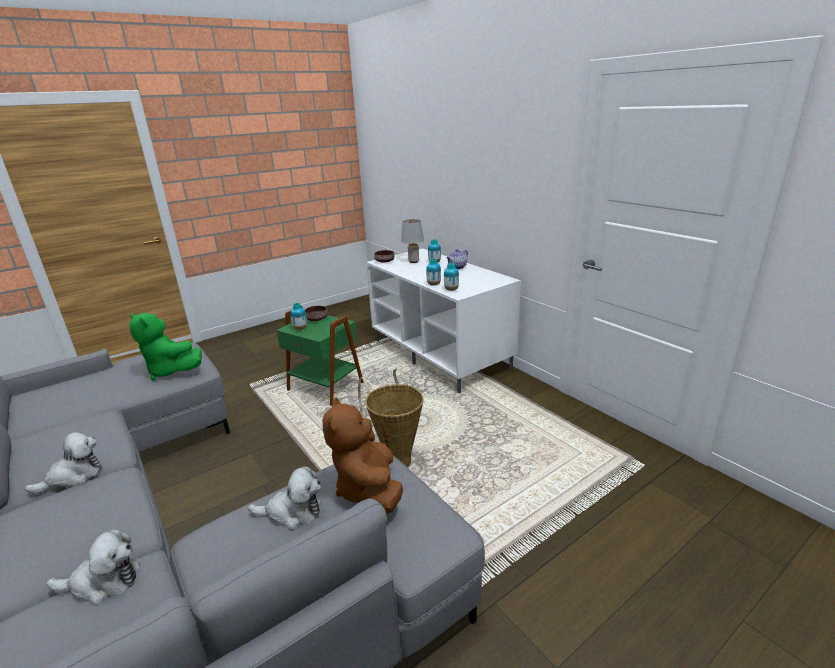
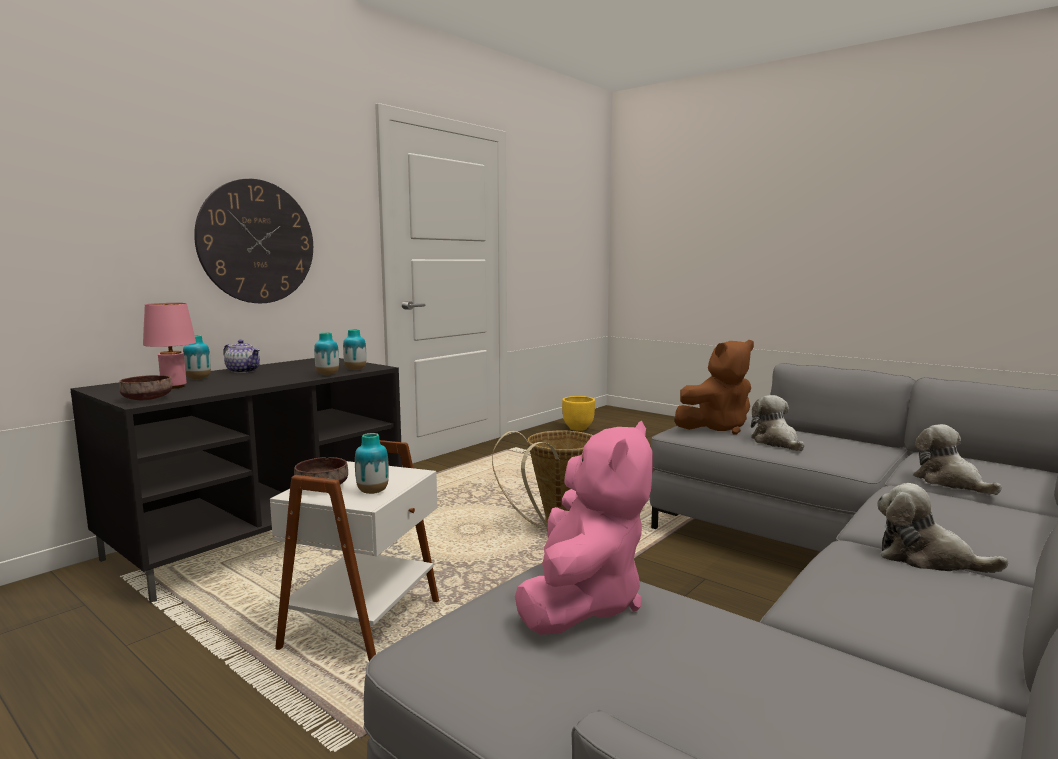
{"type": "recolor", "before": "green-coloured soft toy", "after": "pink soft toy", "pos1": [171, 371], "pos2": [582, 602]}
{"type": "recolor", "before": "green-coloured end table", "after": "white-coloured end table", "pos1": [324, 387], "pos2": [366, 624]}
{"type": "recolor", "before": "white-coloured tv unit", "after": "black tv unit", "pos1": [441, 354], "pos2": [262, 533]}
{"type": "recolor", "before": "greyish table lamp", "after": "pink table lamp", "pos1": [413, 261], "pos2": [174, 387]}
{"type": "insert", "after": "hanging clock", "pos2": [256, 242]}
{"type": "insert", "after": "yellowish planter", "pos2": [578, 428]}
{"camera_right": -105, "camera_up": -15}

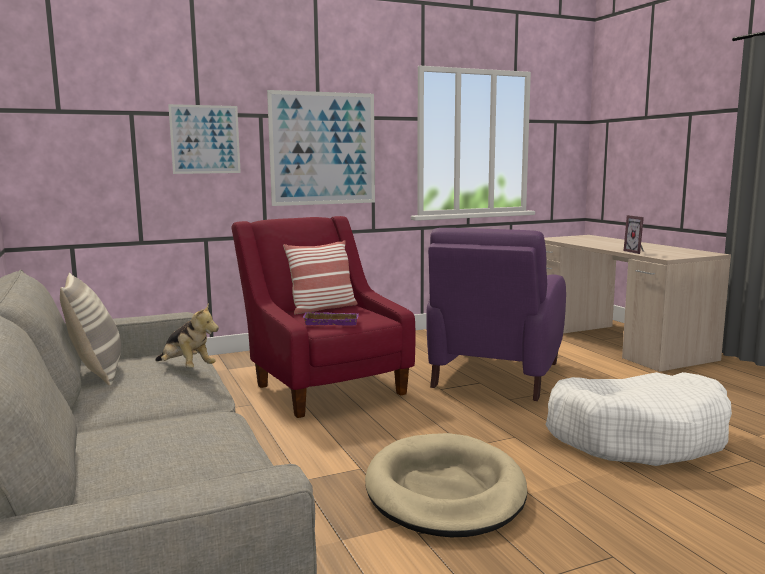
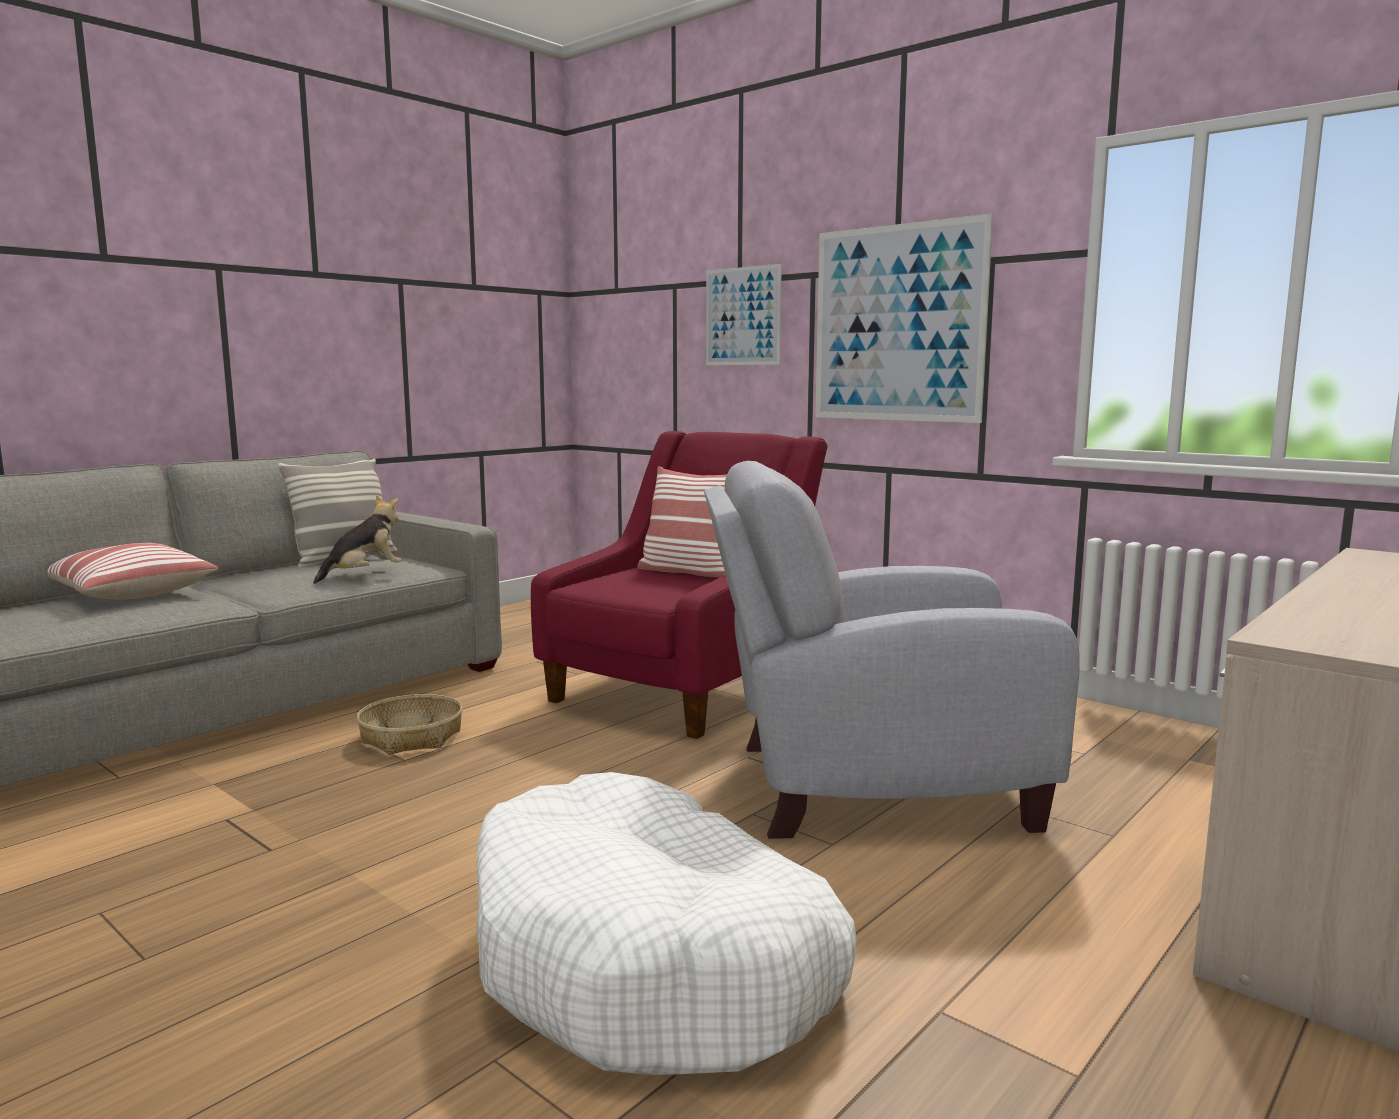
{"type": "rotate", "before": "soft toy", "pos1": [186, 368], "pos2": [363, 575], "turn": -150}
{"type": "delete", "before": "purple-coloured tray", "pos1": [332, 322]}
{"type": "delete", "before": "beige-coloured dog bed", "pos1": [445, 491]}
{"type": "recolor", "before": "purple-coloured lounge chair", "after": "greyish lounge chair", "pos1": [494, 376], "pos2": [869, 786]}
{"type": "delete", "before": "standing frame", "pos1": [637, 252]}
{"type": "insert", "after": "cushion", "pos2": [129, 593]}
{"type": "insert", "after": "basket", "pos2": [411, 737]}
{"camera_right": 65, "camera_up": 0}

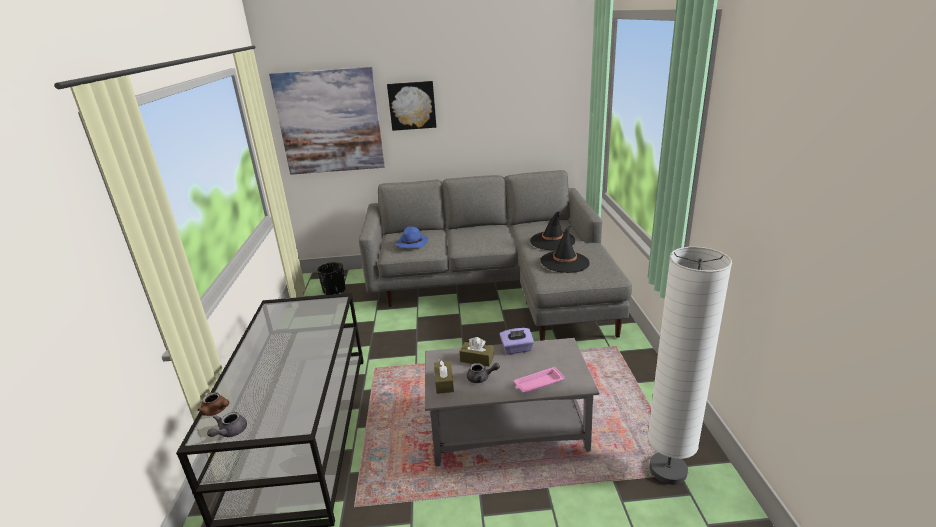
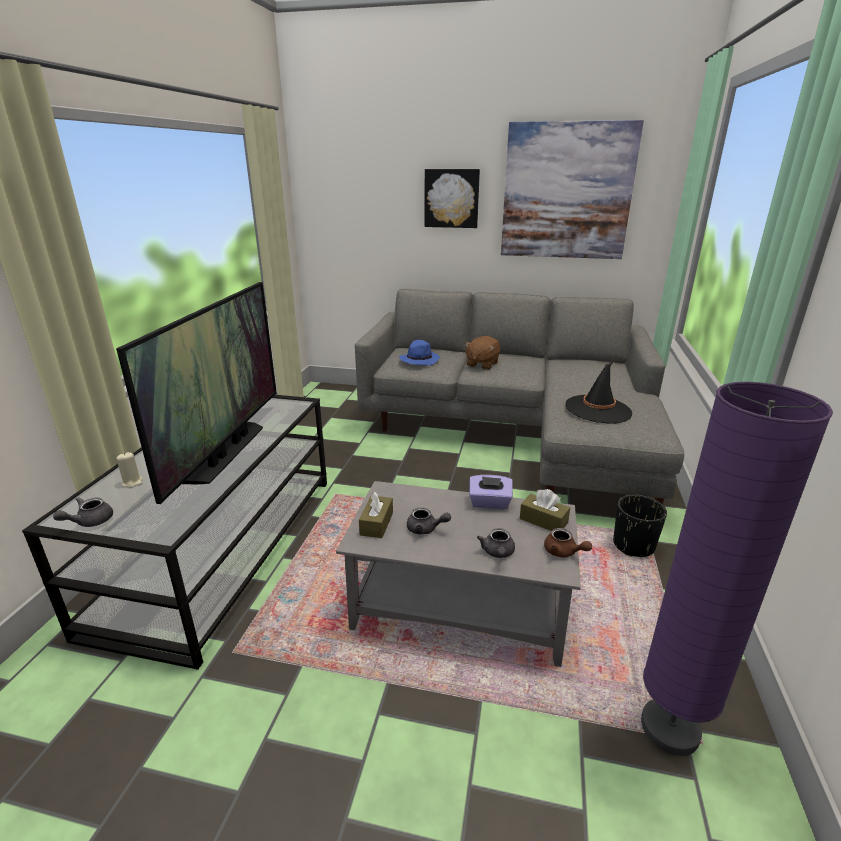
{"type": "move", "before": "brown-coloured pot for tea", "pos1": [217, 411], "pos2": [563, 552]}
{"type": "move", "before": "wall art", "pos1": [330, 122], "pos2": [566, 192]}
{"type": "move", "before": "black planter", "pos1": [334, 290], "pos2": [633, 545]}
{"type": "move", "before": "brown-coloured tissue holder", "pos1": [477, 359], "pos2": [543, 520]}
{"type": "replace", "before": "pink tray", "after": "greyish pot for tea", "pos1": [538, 383], "pos2": [498, 553]}
{"type": "delete", "before": "black hat", "pos1": [552, 241]}
{"type": "recolor", "before": "white-coloured standing lamp", "after": "purple-coloured standing lamp", "pos1": [668, 470], "pos2": [669, 729]}
{"type": "insert", "after": "television", "pos2": [227, 452]}
{"type": "insert", "after": "beige-coloured candle", "pos2": [132, 482]}
{"type": "insert", "after": "brown-coloured soft toy", "pos2": [481, 364]}
{"camera_right": 15, "camera_up": 0}

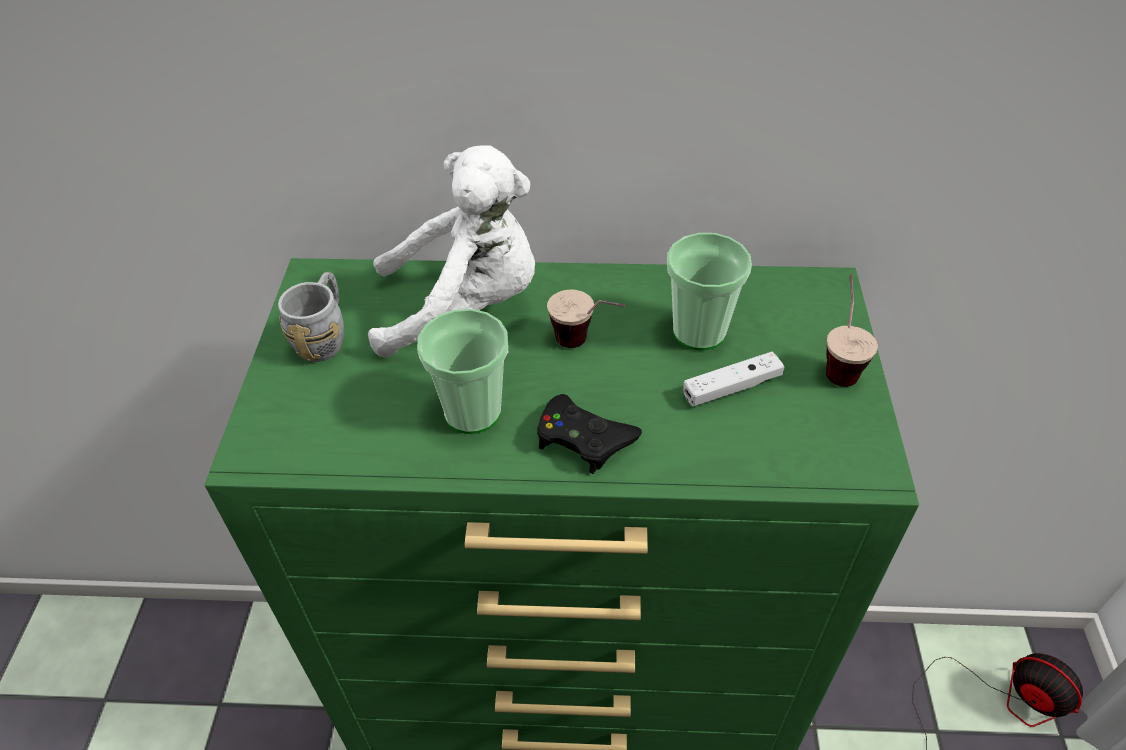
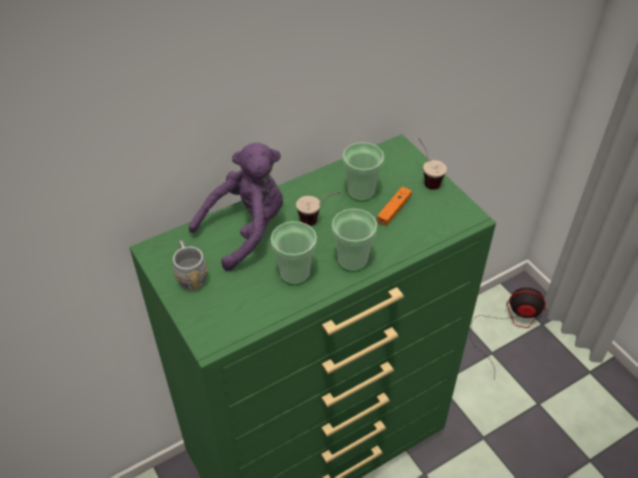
{"type": "recolor", "before": "white-coloured soft toy", "after": "purple-coloured soft toy", "pos1": [465, 308], "pos2": [246, 230]}
{"type": "replace", "before": "black gamepad", "after": "drinking cup", "pos1": [583, 438], "pos2": [352, 261]}
{"type": "recolor", "before": "white-coloured gamepad", "after": "orangey gamepad", "pos1": [731, 387], "pos2": [394, 210]}
{"camera_right": -35, "camera_up": 0}

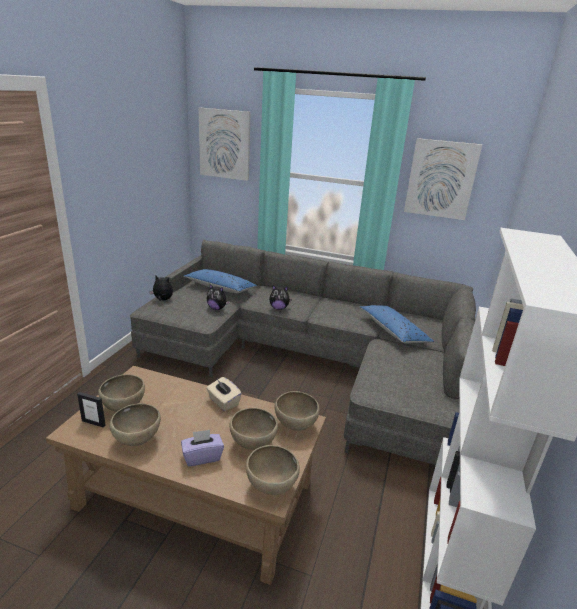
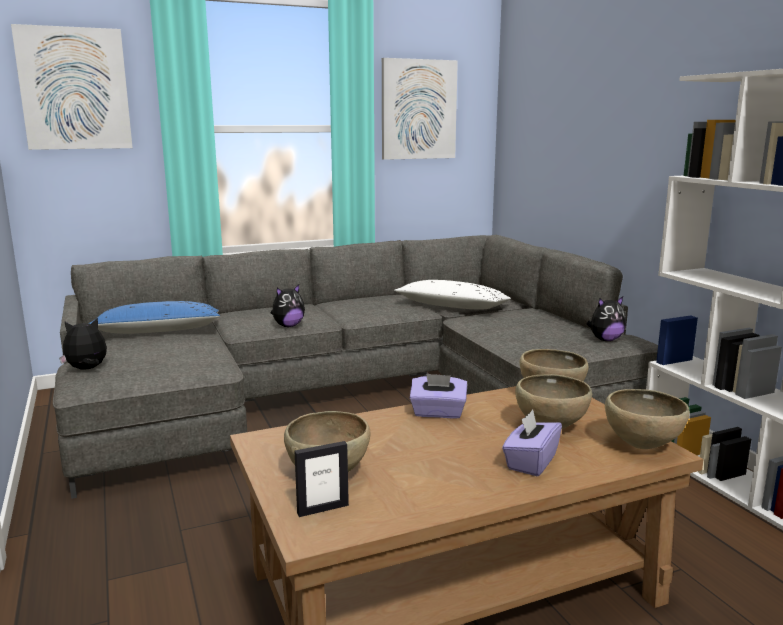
{"type": "delete", "before": "brown-coloured serving bowl", "pos1": [138, 440]}
{"type": "recolor", "before": "beige-coloured tissue holder", "after": "purple-coloured tissue holder", "pos1": [223, 402], "pos2": [438, 413]}
{"type": "move", "before": "soft toy", "pos1": [217, 308], "pos2": [605, 340]}
{"type": "recolor", "before": "bluish cushion", "after": "white-coloured cushion", "pos1": [393, 331], "pos2": [452, 307]}
{"camera_right": -40, "camera_up": -10}

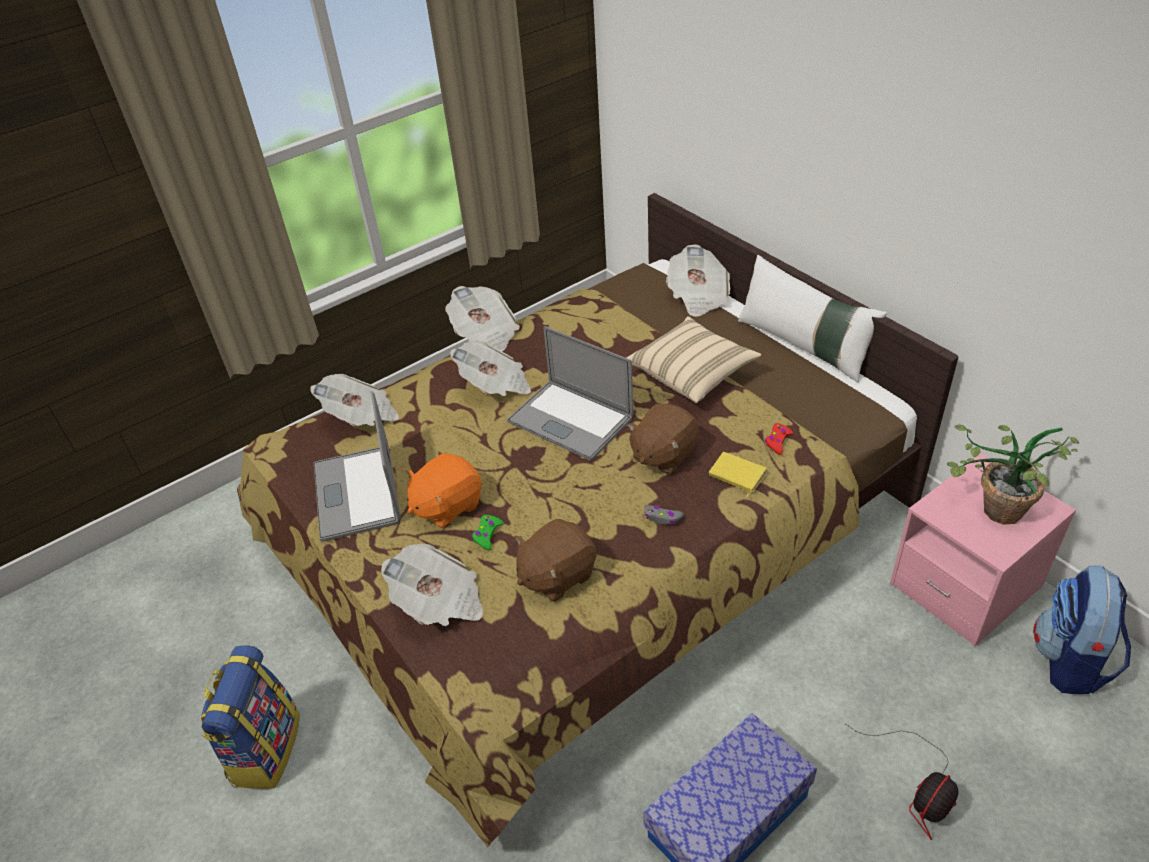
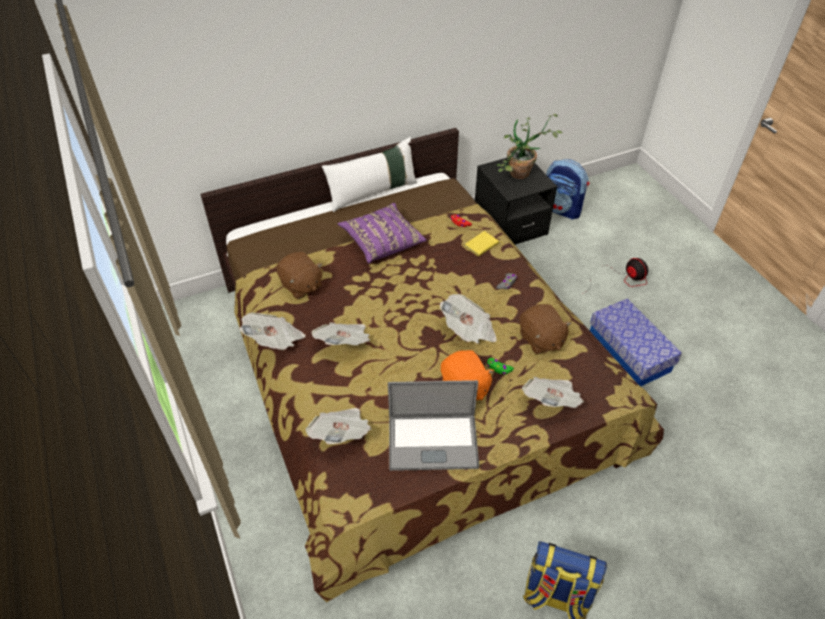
{"type": "delete", "before": "laptop", "pos1": [570, 420]}
{"type": "recolor", "before": "beige-coloured cushion", "after": "purple-coloured cushion", "pos1": [692, 373], "pos2": [382, 242]}
{"type": "move", "before": "brown-coloured soft toy", "pos1": [663, 454], "pos2": [301, 286]}
{"type": "move", "before": "newspaper", "pos1": [698, 296], "pos2": [468, 330]}
{"type": "recolor", "before": "pink bedside table", "after": "black bedside table", "pos1": [965, 585], "pos2": [509, 224]}
{"camera_right": -80, "camera_up": 5}

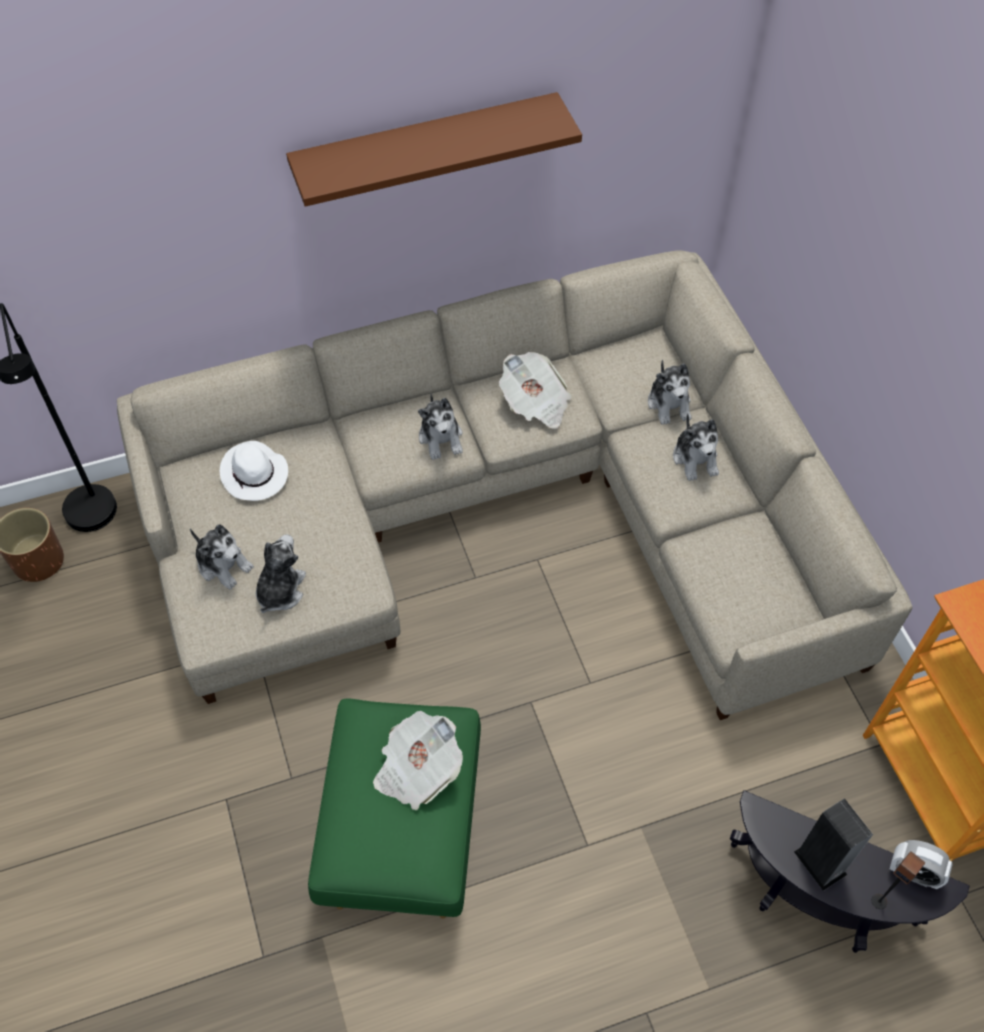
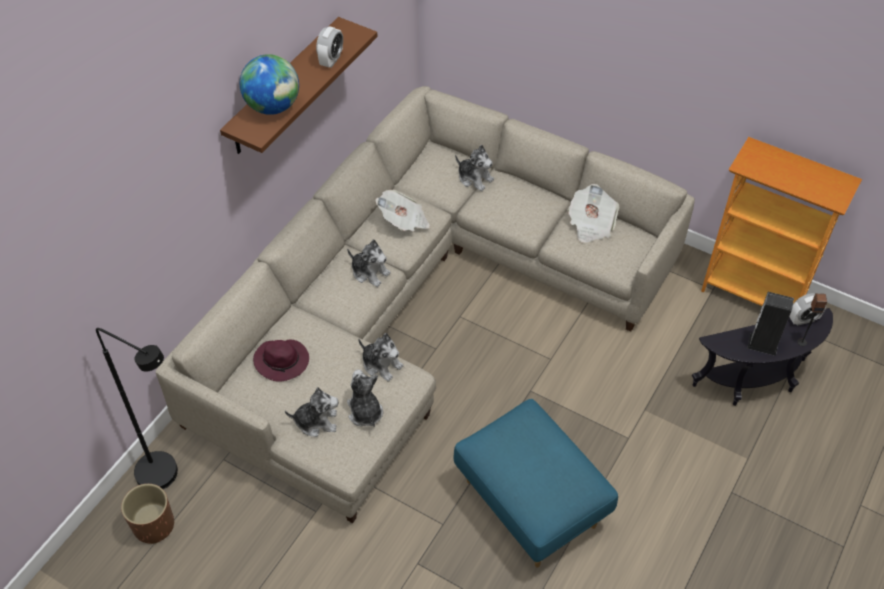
{"type": "recolor", "before": "white-coloured hat", "after": "purple-coloured hat", "pos1": [255, 475], "pos2": [282, 361]}
{"type": "recolor", "before": "green-coloured ottoman", "after": "bluish ottoman", "pos1": [404, 832], "pos2": [532, 503]}
{"type": "move", "before": "newspaper", "pos1": [417, 769], "pos2": [591, 224]}
{"type": "move", "before": "soft toy", "pos1": [695, 458], "pos2": [381, 364]}
{"type": "insert", "after": "desk globe", "pos2": [273, 107]}
{"type": "insert", "after": "bedside clock", "pos2": [331, 60]}
{"camera_right": -40, "camera_up": -5}

